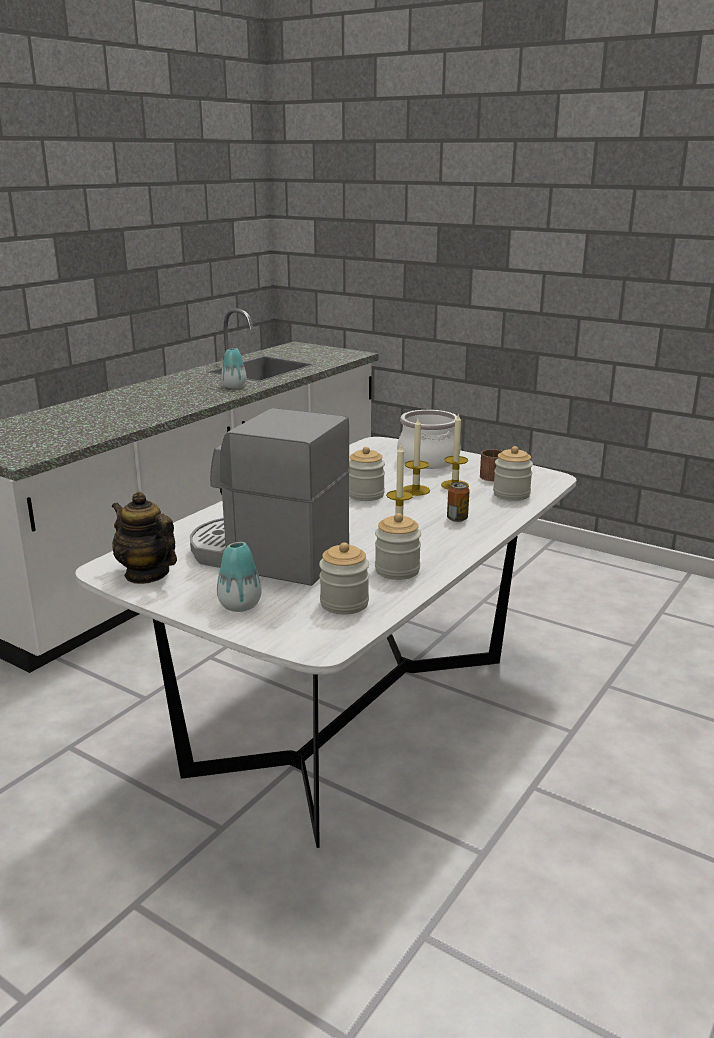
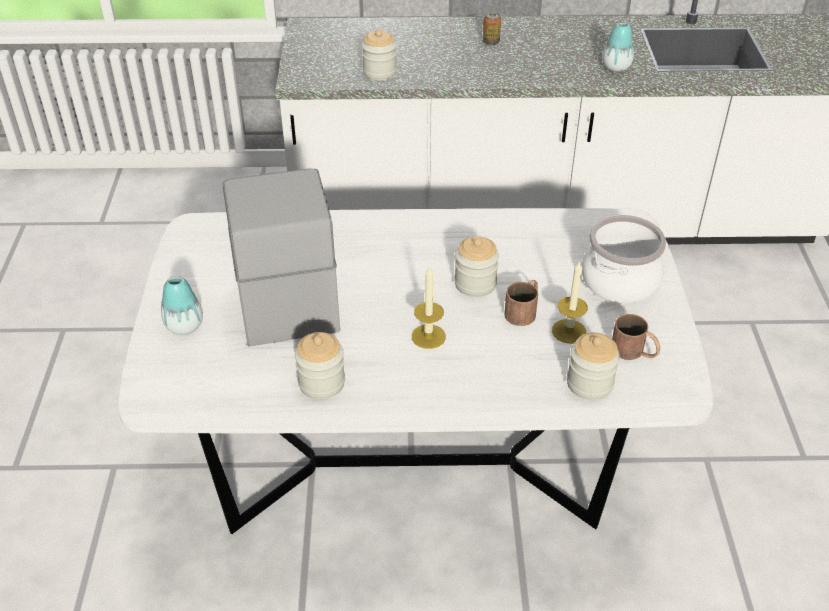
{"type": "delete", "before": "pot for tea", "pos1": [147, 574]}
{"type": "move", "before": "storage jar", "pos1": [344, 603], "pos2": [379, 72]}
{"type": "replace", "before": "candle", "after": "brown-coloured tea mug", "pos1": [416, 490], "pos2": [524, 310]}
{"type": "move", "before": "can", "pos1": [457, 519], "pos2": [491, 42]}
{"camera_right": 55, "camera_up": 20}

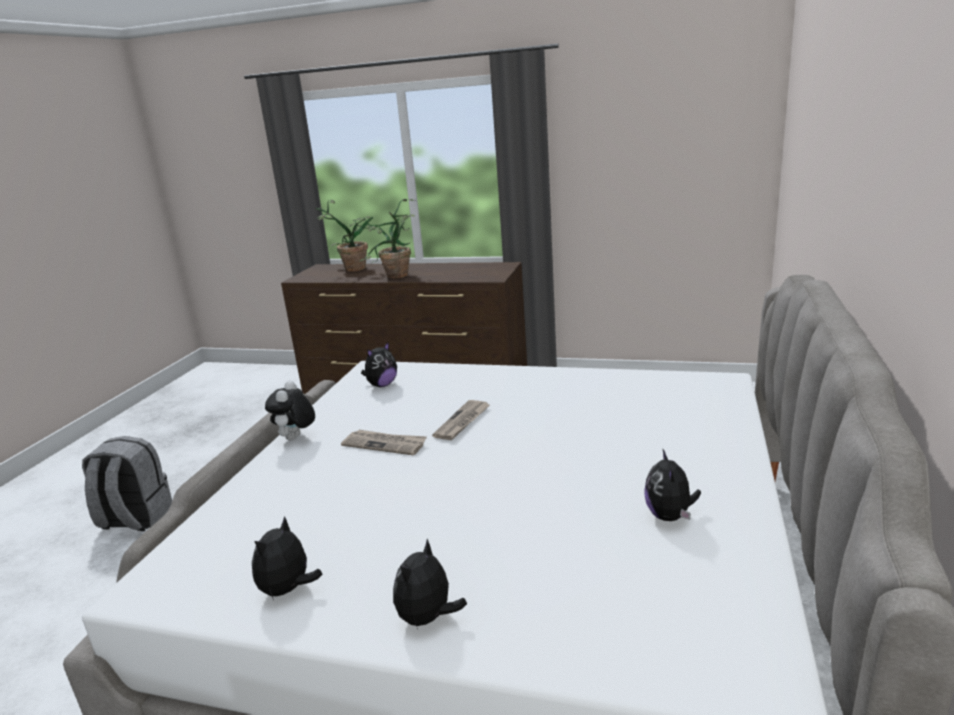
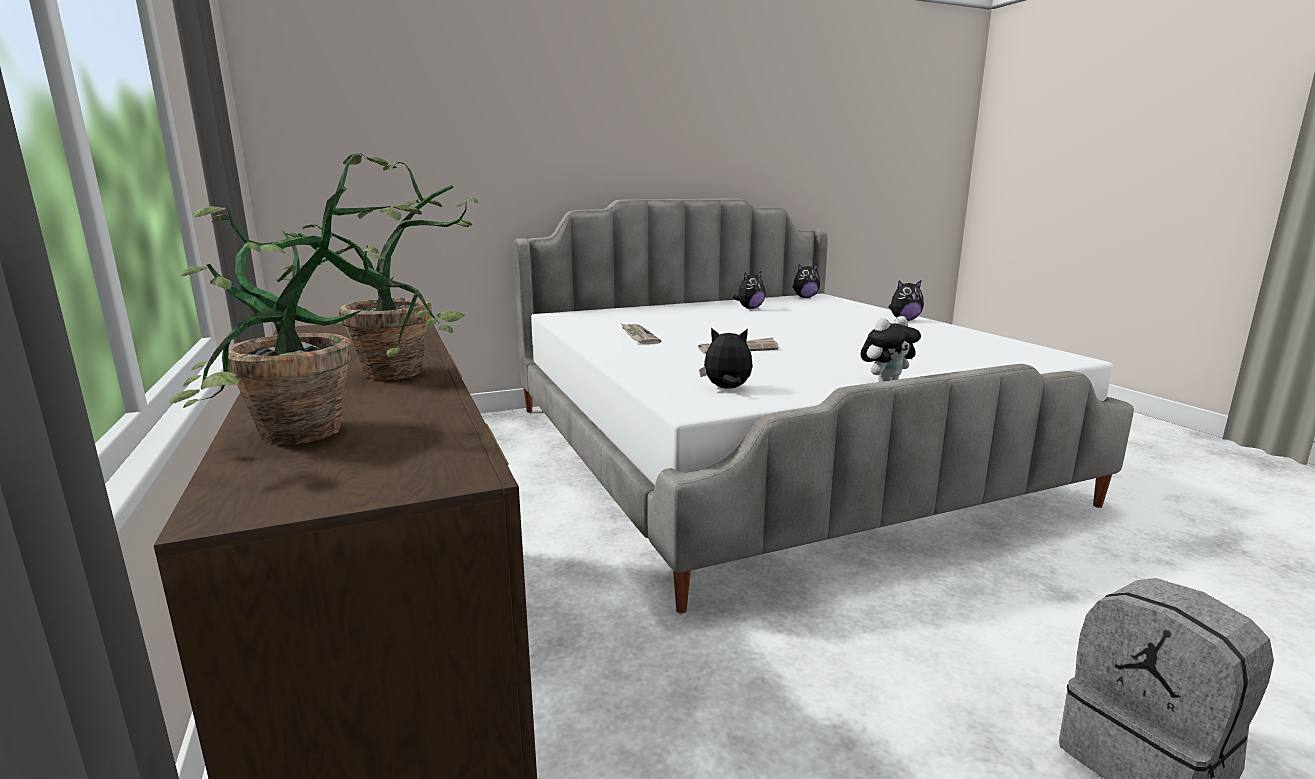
{"type": "move", "before": "soft toy", "pos1": [288, 590], "pos2": [805, 297]}
{"type": "move", "before": "newspaper", "pos1": [385, 444], "pos2": [638, 336]}
{"camera_right": -130, "camera_up": -5}

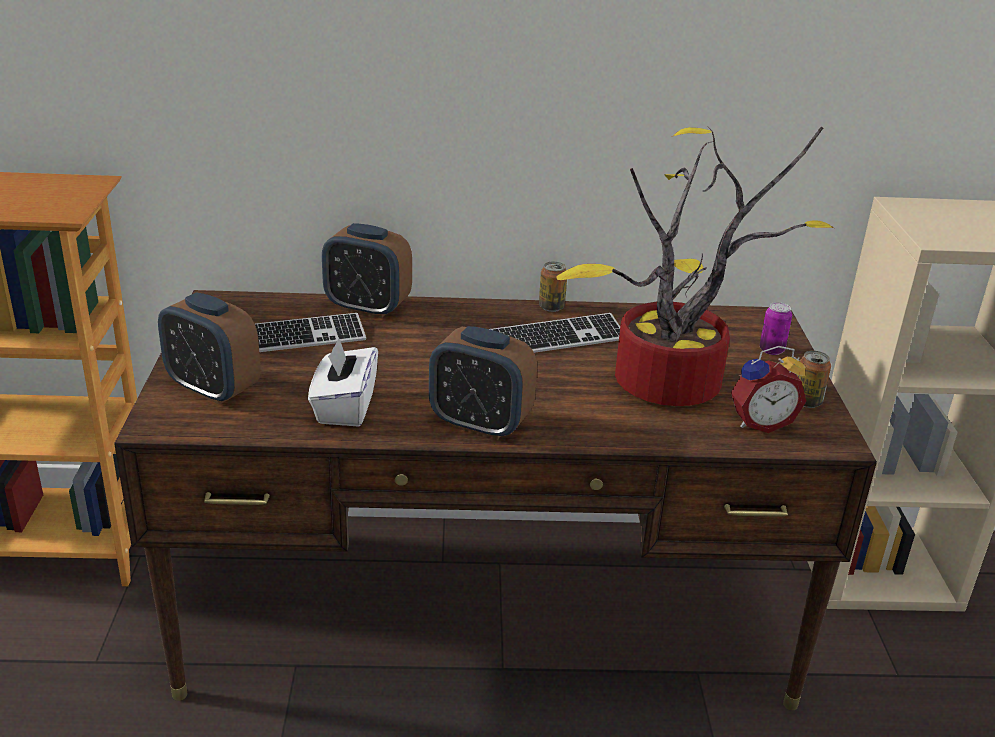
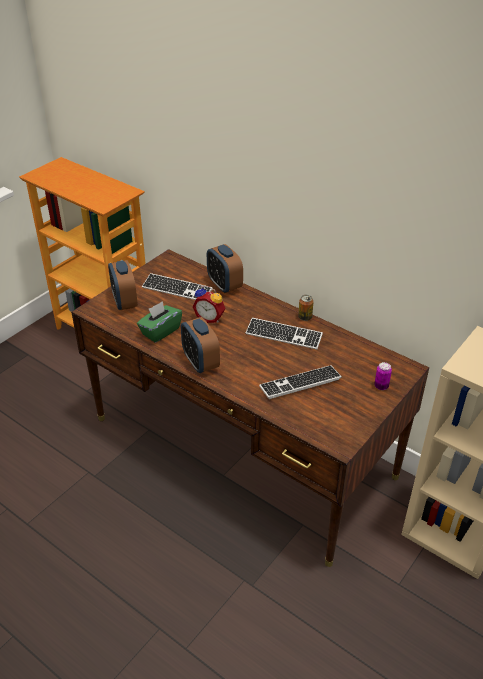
{"type": "recolor", "before": "white-coloured tissue holder", "after": "green-coloured tissue holder", "pos1": [344, 407], "pos2": [160, 331]}
{"type": "replace", "before": "houseplant", "after": "keyboard", "pos1": [667, 389], "pos2": [300, 383]}
{"type": "move", "before": "bedside clock", "pos1": [760, 422], "pos2": [210, 318]}
{"type": "delete", "before": "can", "pos1": [806, 402]}
{"camera_right": 40, "camera_up": 10}

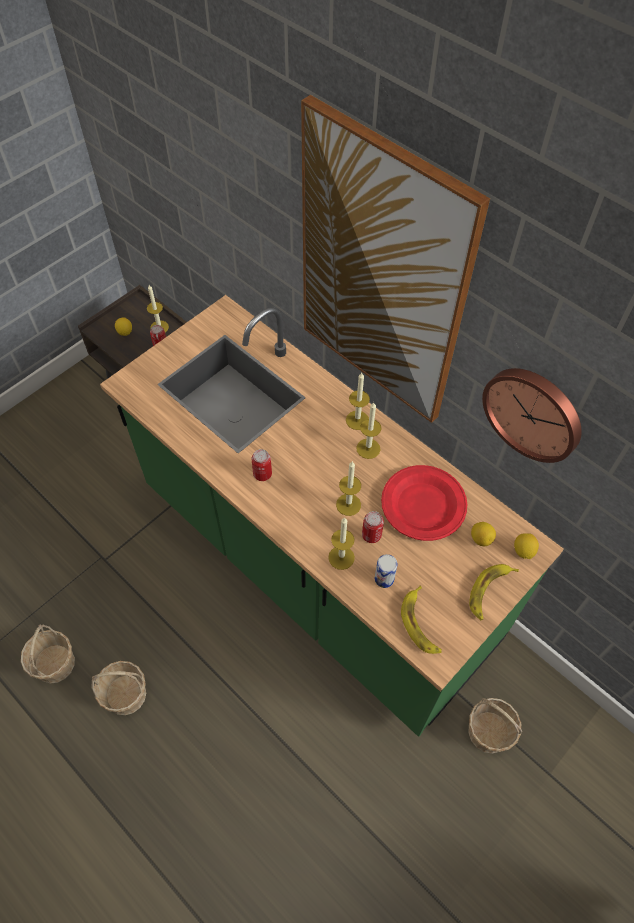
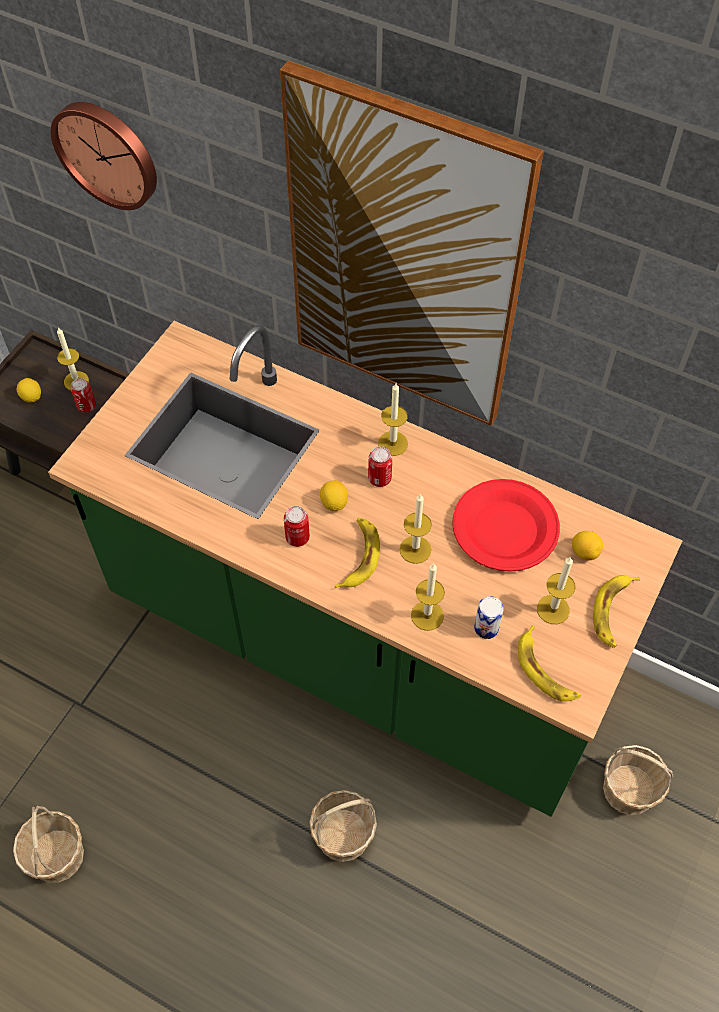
{"type": "move", "before": "basket", "pos1": [125, 694], "pos2": [342, 834]}
{"type": "move", "before": "candle", "pos1": [368, 448], "pos2": [553, 609]}
{"type": "move", "before": "can", "pos1": [371, 535], "pos2": [379, 478]}
{"type": "move", "before": "hanging clock", "pos1": [534, 412], "pos2": [108, 153]}
{"type": "move", "before": "whole lemon", "pos1": [523, 551], "pos2": [334, 503]}
{"type": "insert", "after": "banana", "pos2": [359, 556]}
{"camera_right": -15, "camera_up": 0}

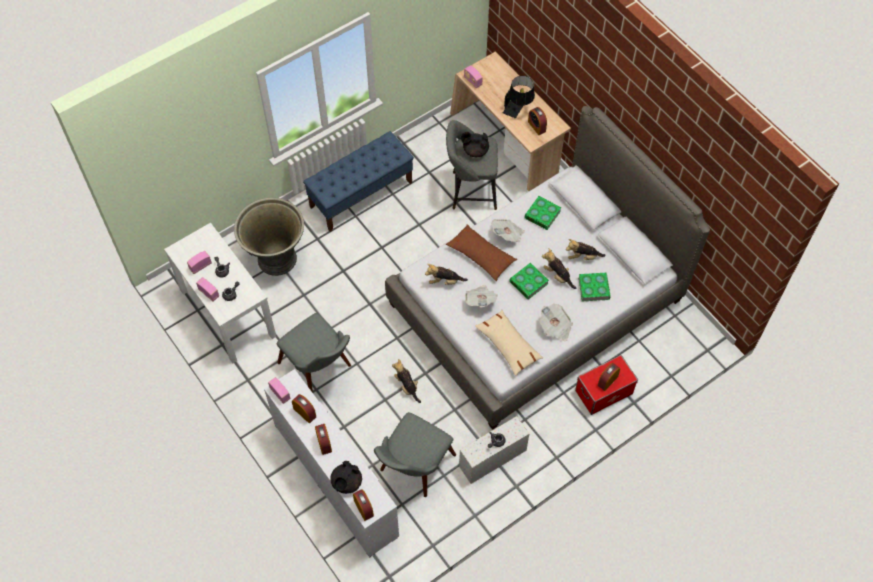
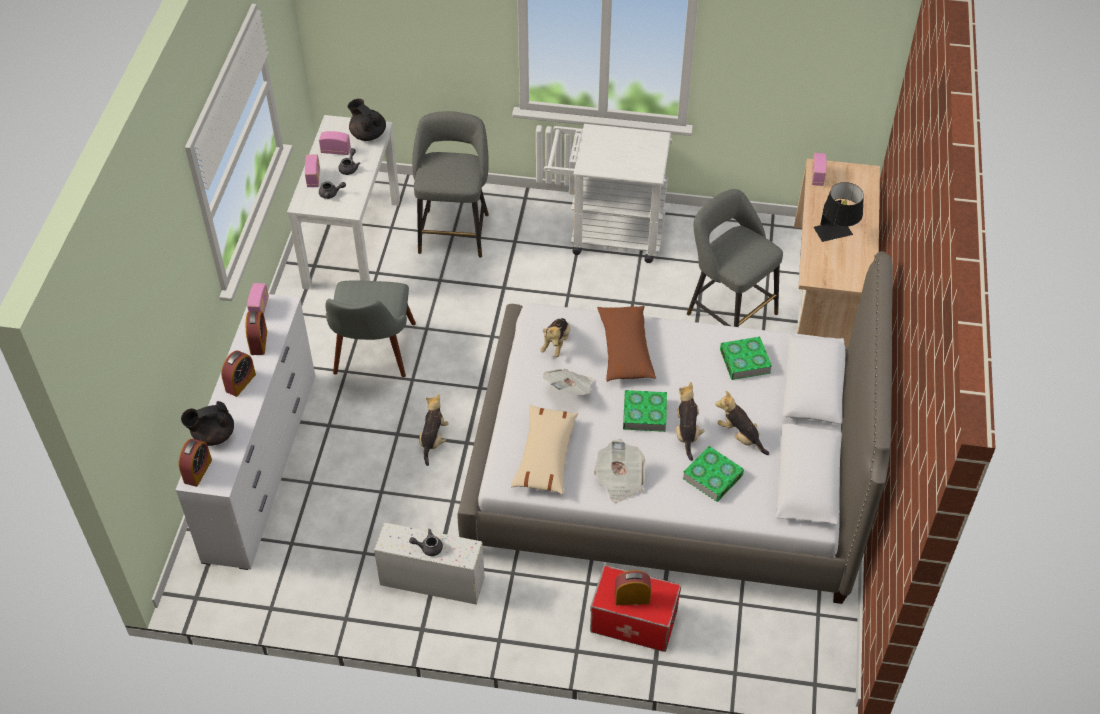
{"type": "replace", "before": "greyish planter", "after": "greyish stool seat", "pos1": [276, 258], "pos2": [454, 230]}
{"type": "replace", "before": "bluish bench", "after": "white-coloured cart", "pos1": [361, 194], "pos2": [607, 233]}
{"type": "delete", "before": "greyish chair", "pos1": [412, 469]}
{"type": "rotate", "before": "soft toy", "pos1": [445, 281], "pos2": [556, 343], "turn": -120}
{"type": "move", "before": "black pot for tea", "pos1": [475, 150], "pos2": [368, 134]}
{"type": "delete", "before": "newspaper", "pos1": [507, 235]}
{"type": "delete", "before": "bedside clock", "pos1": [536, 126]}
{"camera_right": 45, "camera_up": -10}

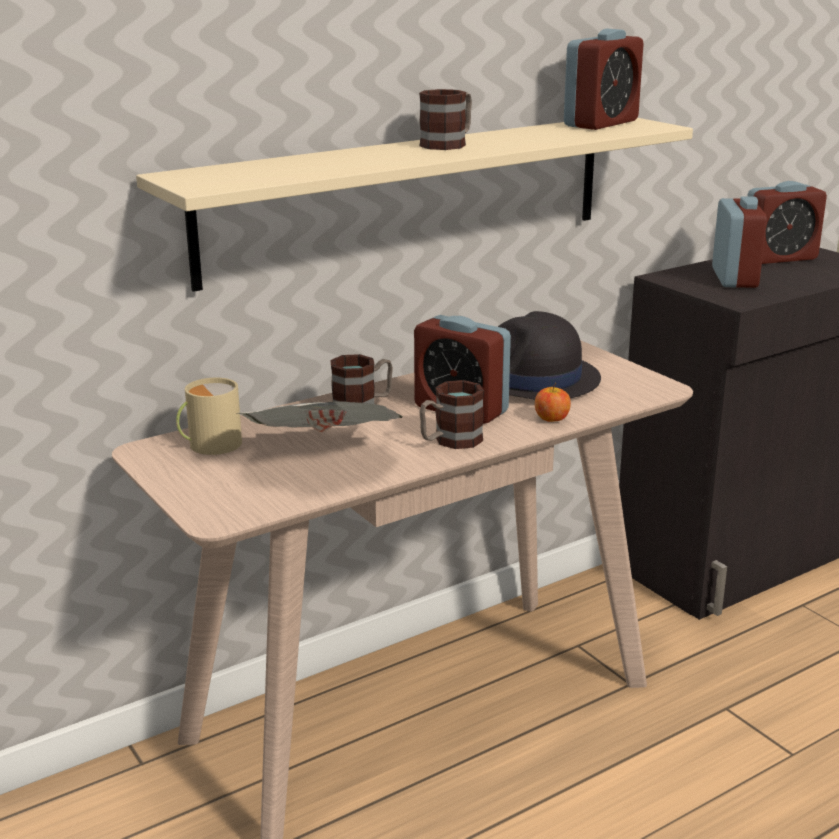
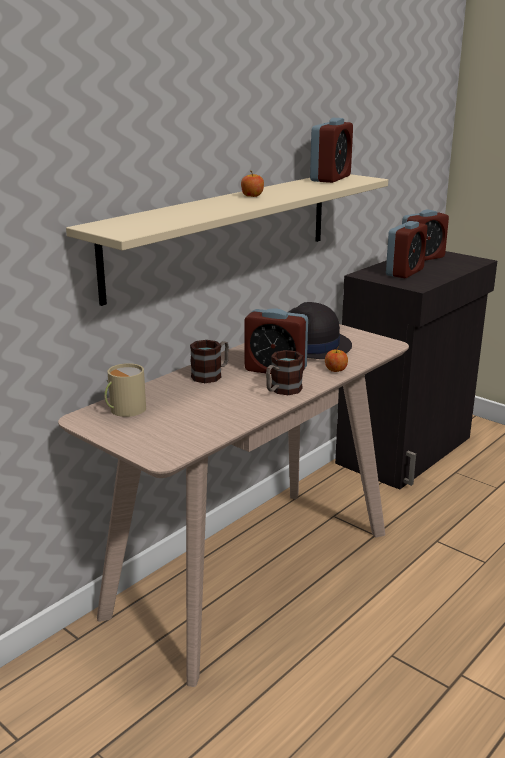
{"type": "delete", "before": "newspaper", "pos1": [324, 457]}
{"type": "replace", "before": "tea mug", "after": "whole apple", "pos1": [449, 144], "pos2": [252, 196]}
{"type": "rotate", "before": "bedside clock", "pos1": [734, 278], "pos2": [404, 272], "turn": 45}
{"camera_right": -15, "camera_up": 0}

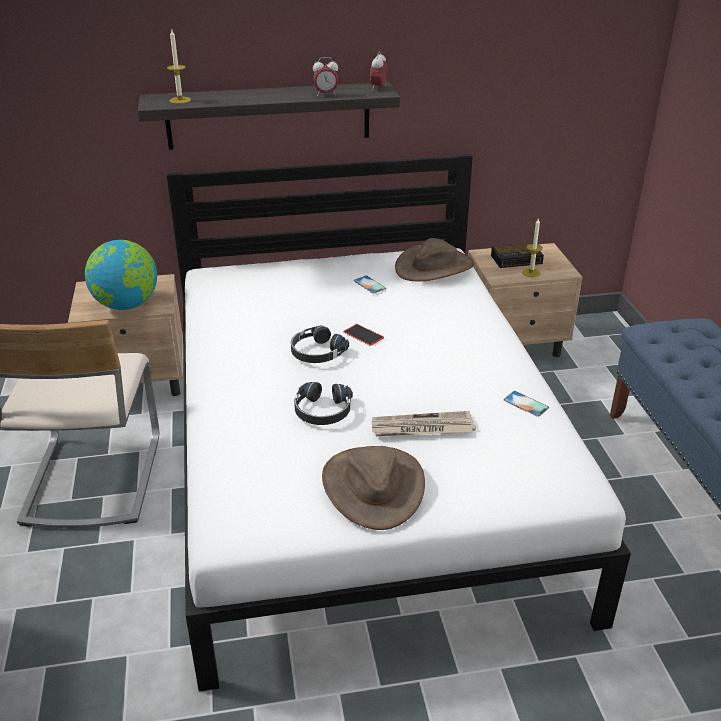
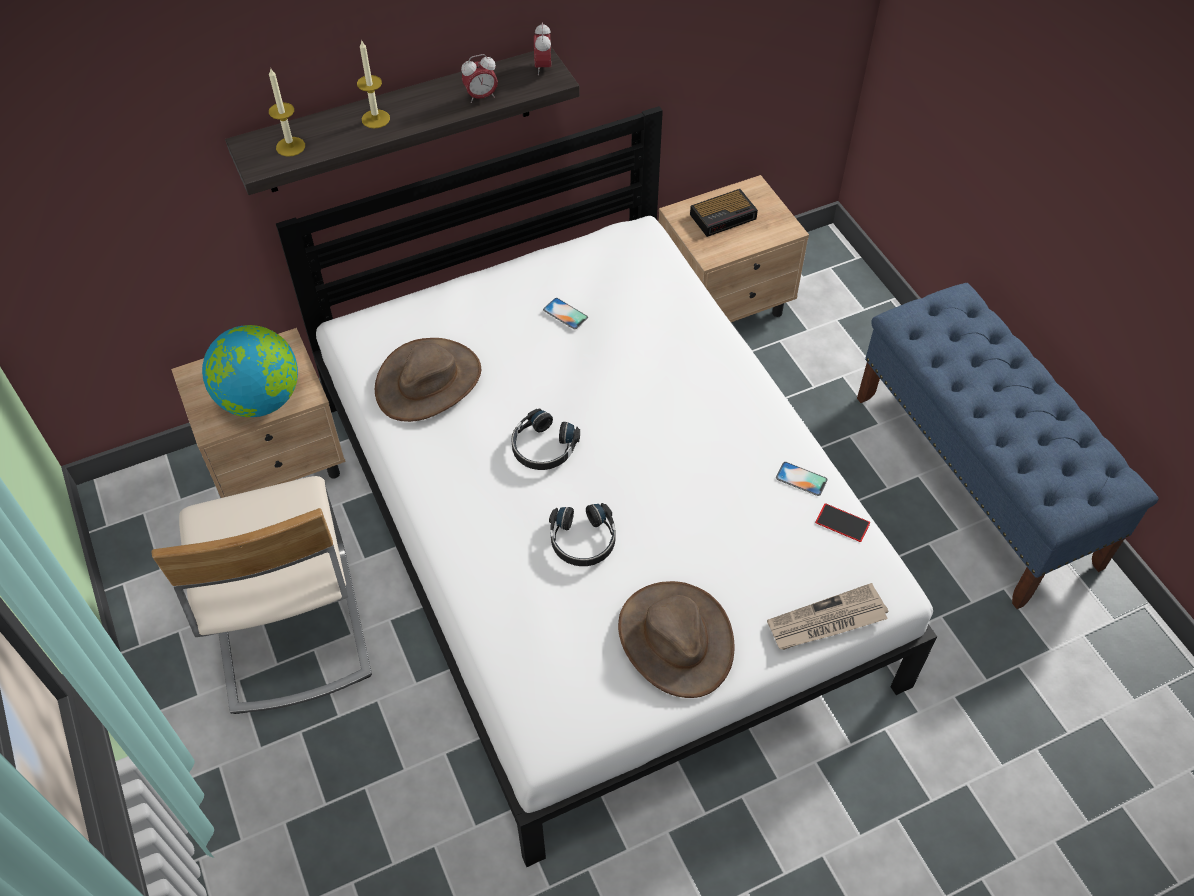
{"type": "move", "before": "phone", "pos1": [363, 335], "pos2": [842, 523]}
{"type": "move", "before": "newspaper", "pos1": [422, 428], "pos2": [826, 621]}
{"type": "move", "before": "brown-coloured hat", "pos1": [434, 267], "pos2": [428, 381]}
{"type": "move", "before": "candle", "pos1": [531, 272], "pos2": [375, 119]}
{"camera_right": -15, "camera_up": 20}

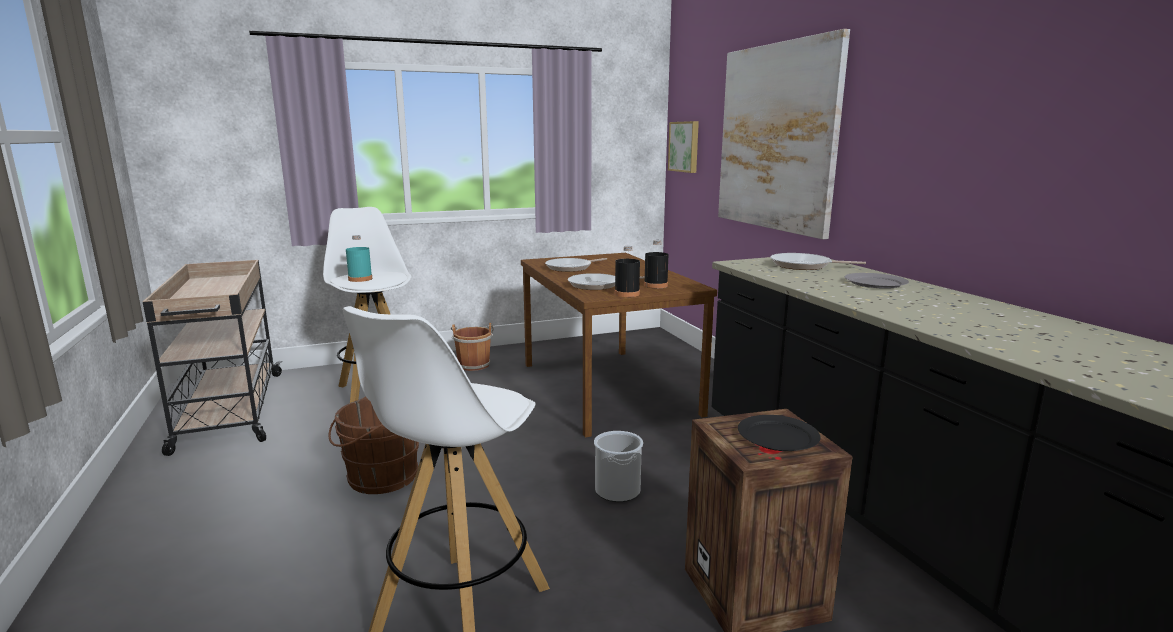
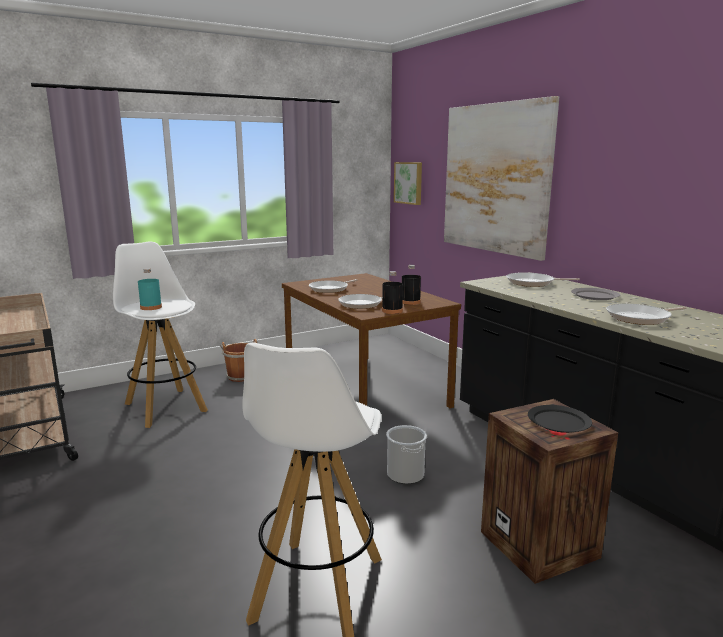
{"type": "delete", "before": "brown-coloured pail", "pos1": [378, 478]}
{"type": "insert", "after": "pan", "pos2": [641, 318]}
{"camera_right": -10, "camera_up": 0}

